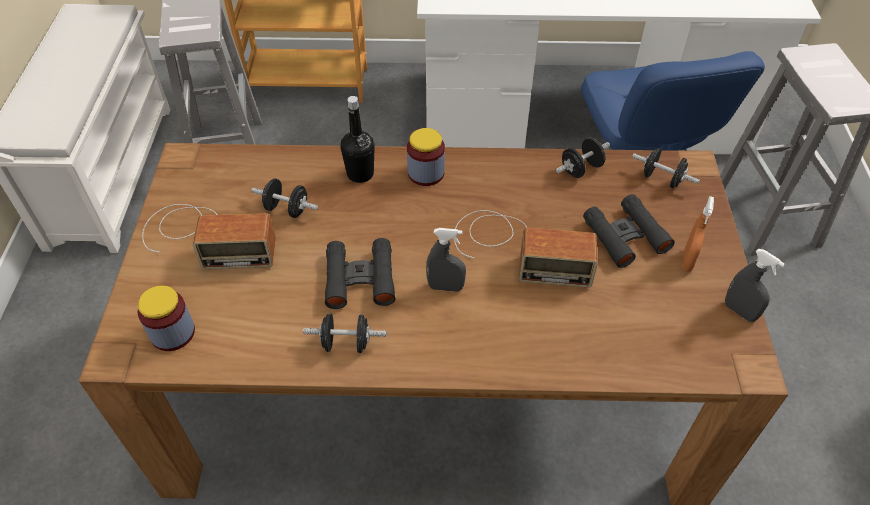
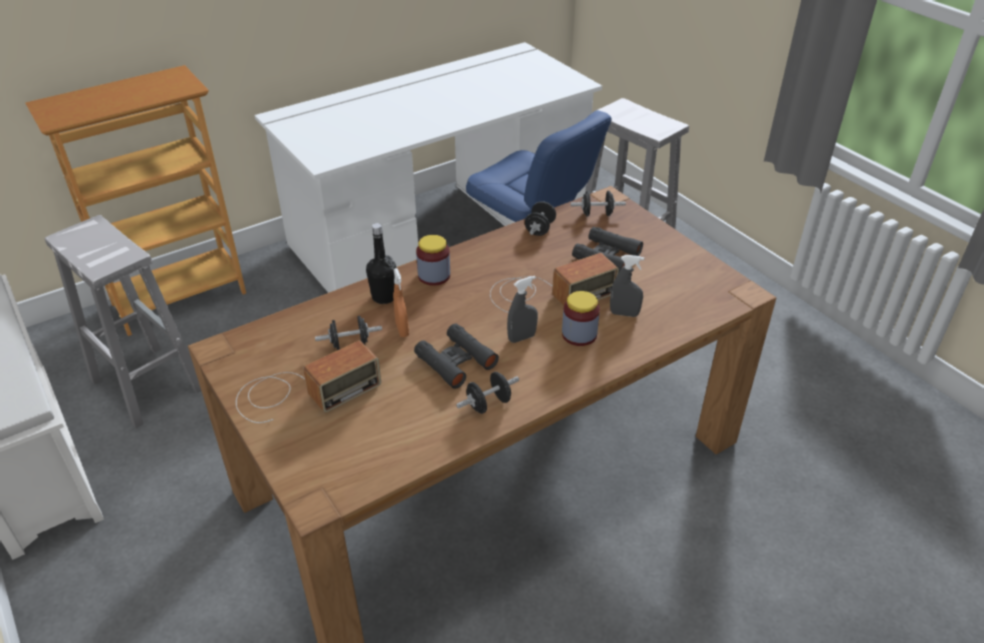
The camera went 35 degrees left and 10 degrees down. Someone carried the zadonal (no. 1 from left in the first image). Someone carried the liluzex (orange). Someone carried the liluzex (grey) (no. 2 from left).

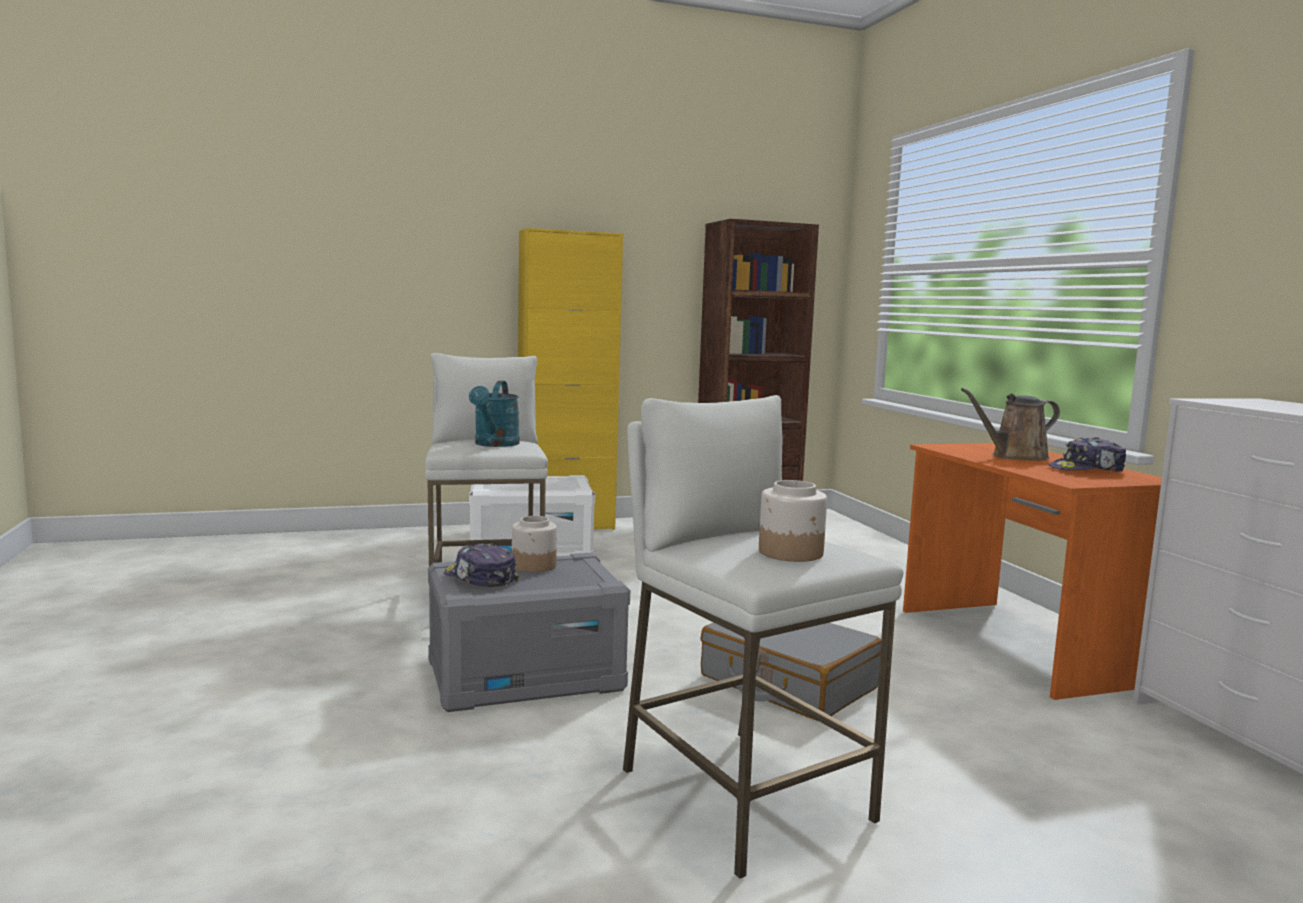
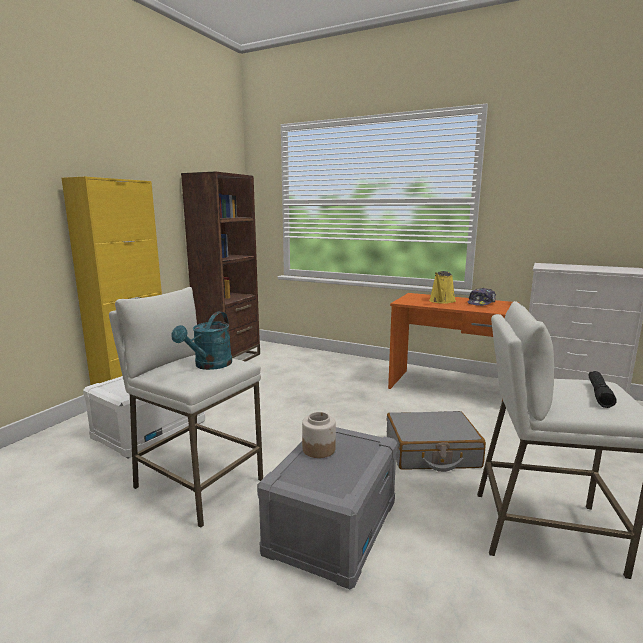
The camera went 45 degrees left and 5 degrees up. Someone took away the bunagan (no. 1 from left). Someone swapped the zadonal (no. 2 from left) for the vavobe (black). Someone repainted the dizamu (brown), which became the dizamu (yellow). Someone rotated the dizamu (turquoise) by 60 degrees clockwise.

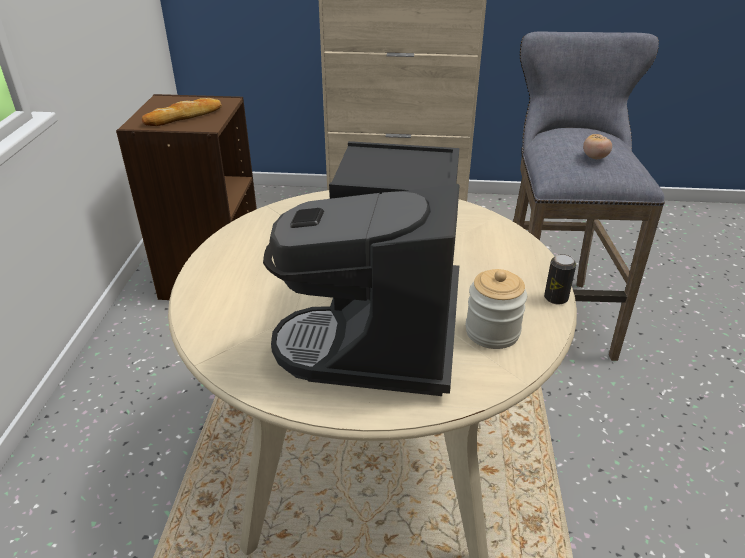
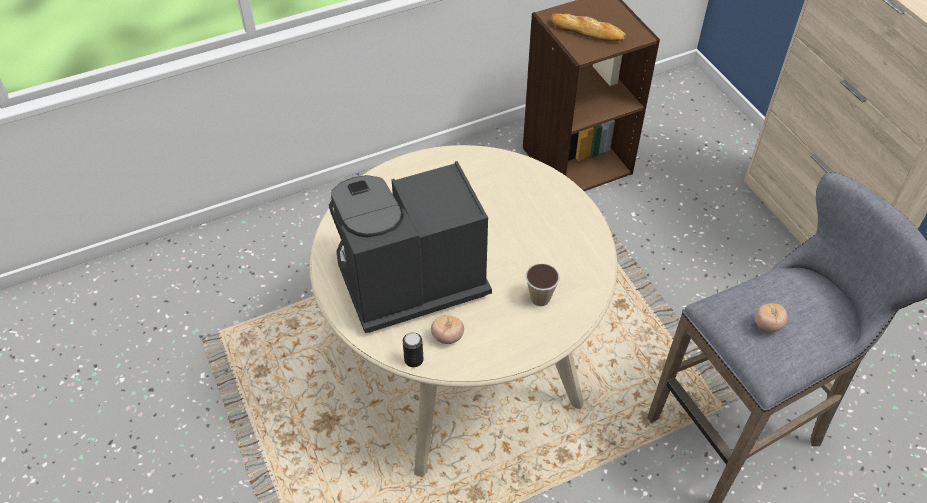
The camera went 60 degrees right and 15 degrees up. Someone put down the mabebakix. Someone carried the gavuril. Someone swapped the zadonal for the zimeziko (no. 1 from left).

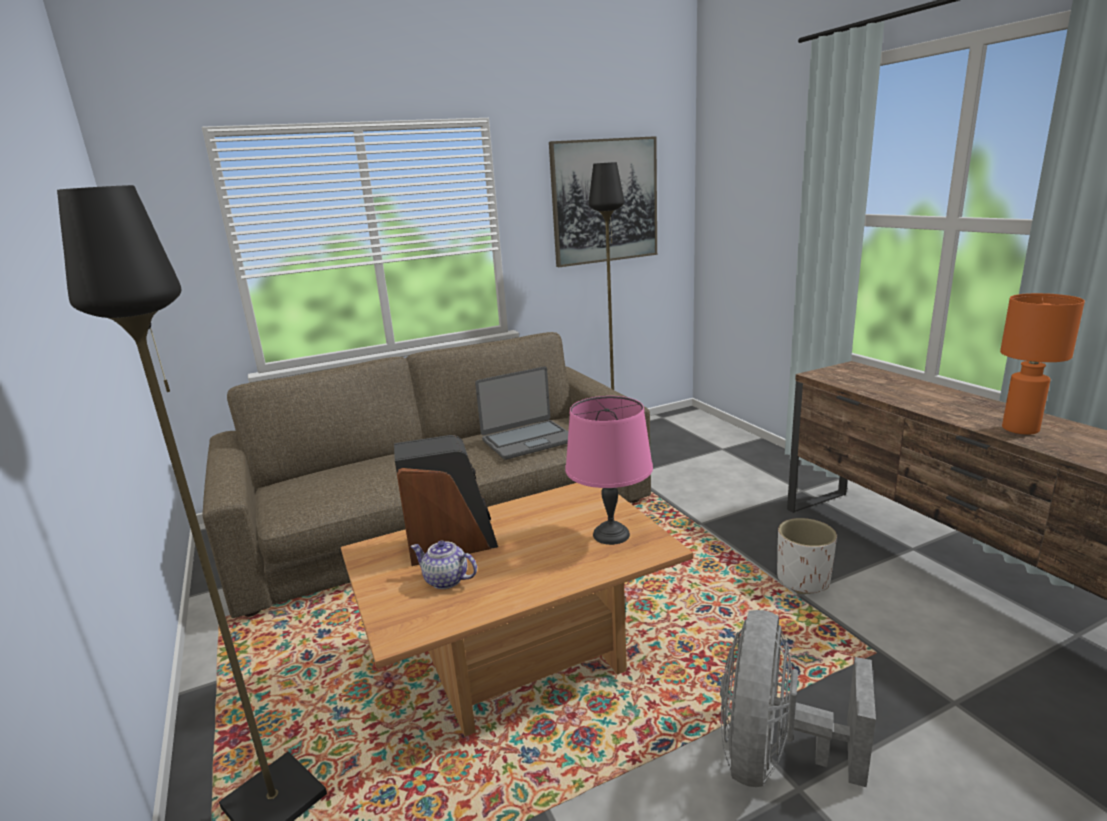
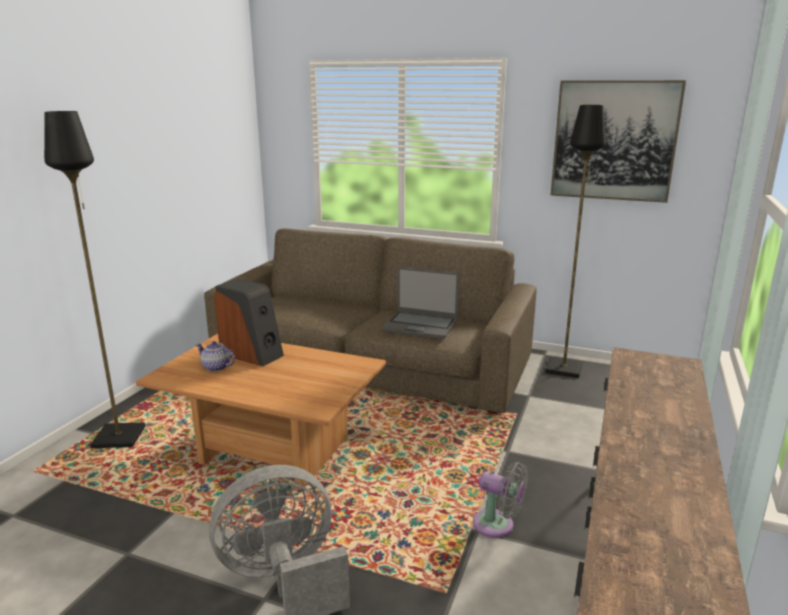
The camera went 45 degrees right and 0 degrees up. Someone took away the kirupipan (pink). Someone took away the kirupipan (orange). Someone swapped the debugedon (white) for the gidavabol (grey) (no. 2 from left). Someone rotated the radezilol by 45 degrees counterclockwise.

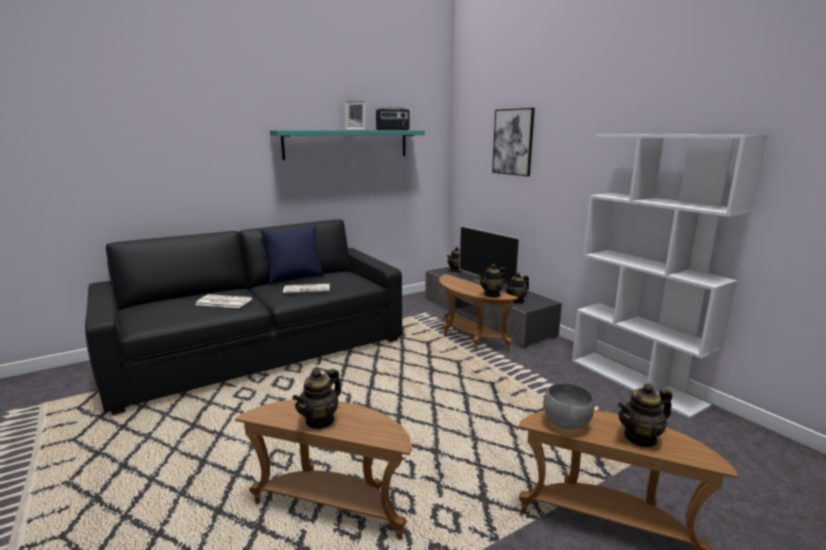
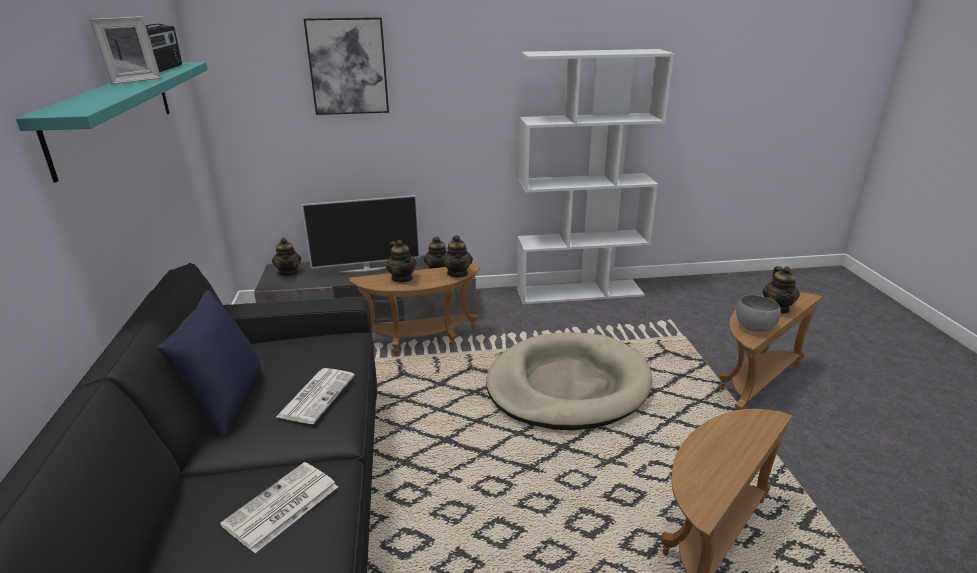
The camera went 65 degrees left and 10 degrees up. Someone put down the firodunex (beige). Someone carried the radezilol (no. 1 from left in the first image).

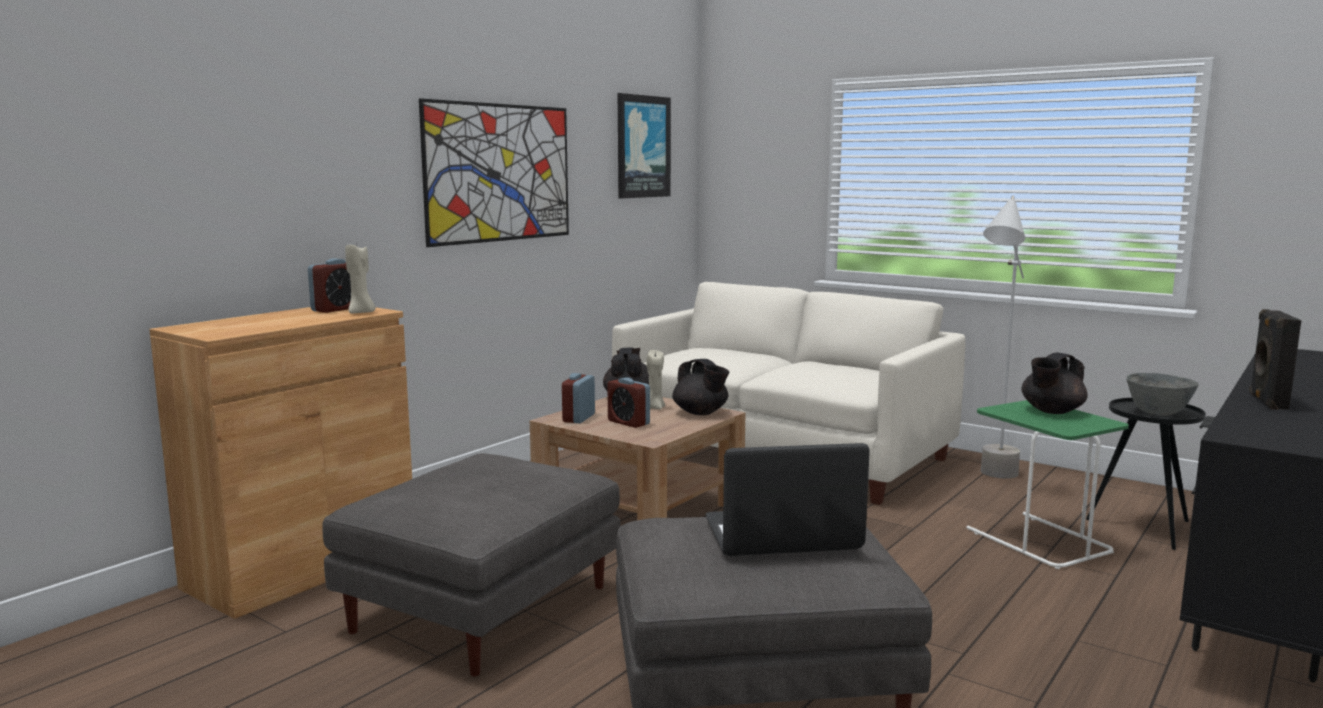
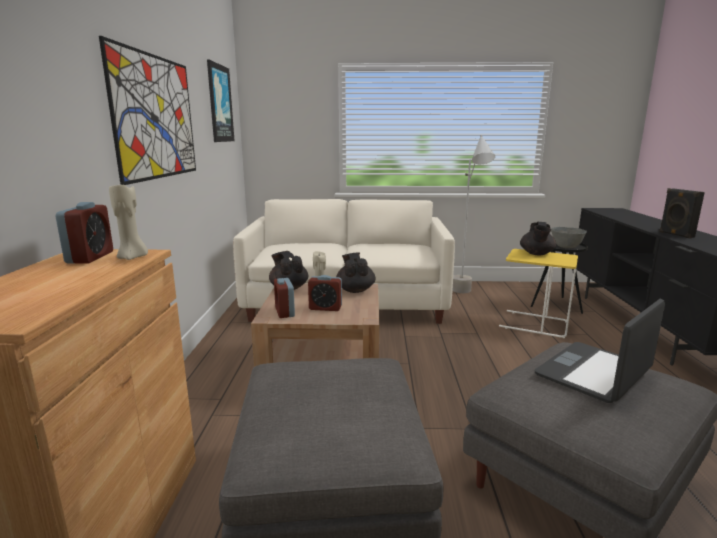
The camera went 35 degrees left and 5 degrees up. Someone repainted the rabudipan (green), which became the rabudipan (yellow). Someone rotated the radezilol (black) (no. 2 from left) by 120 degrees counterclockwise.

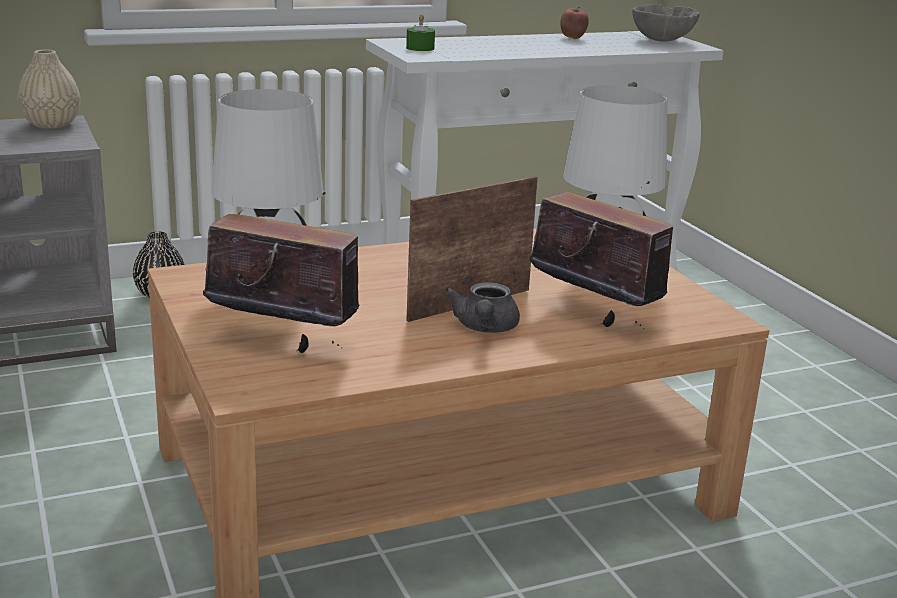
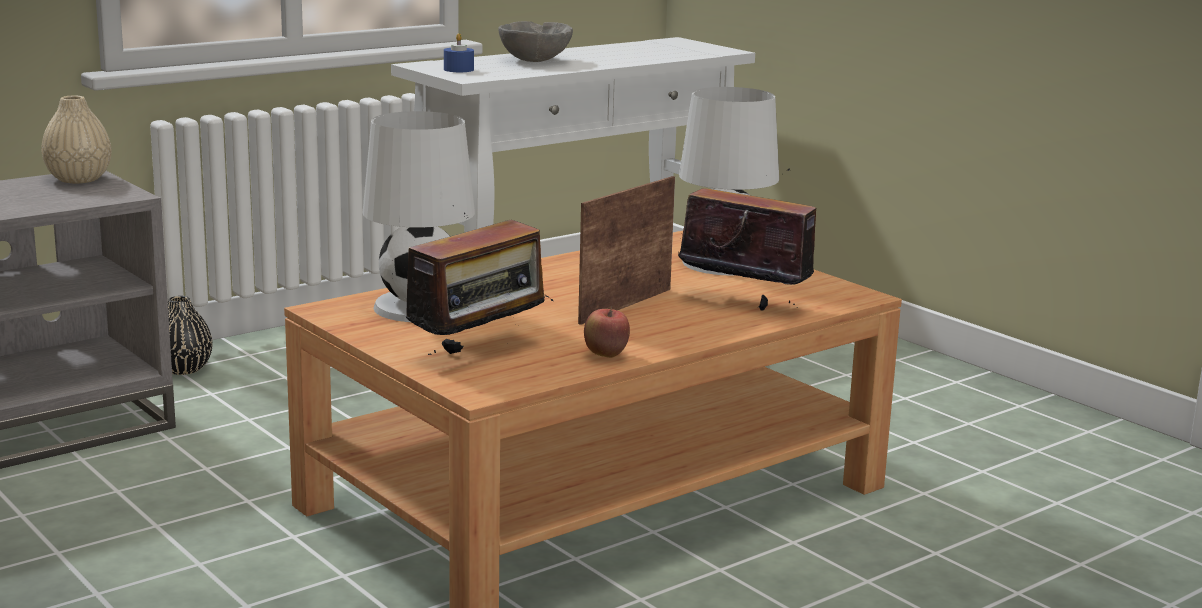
The camera went 15 degrees left and 5 degrees down. Someone took away the radezilol (grey). Someone carried the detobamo. Someone carried the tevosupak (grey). Someone repainted the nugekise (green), which became the nugekise (blue). Someone rotated the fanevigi (no. 1 from left) by 135 degrees clockwise.

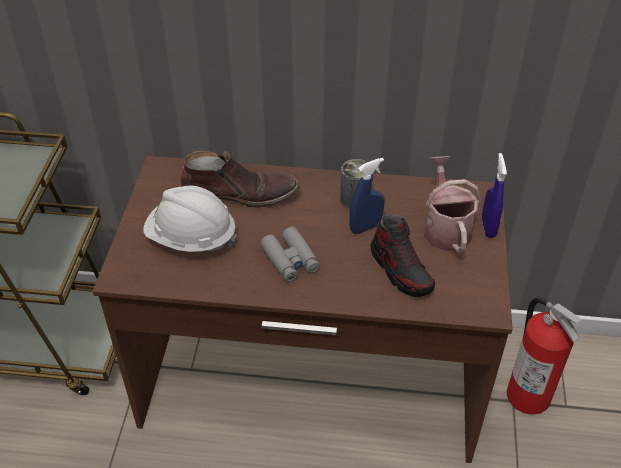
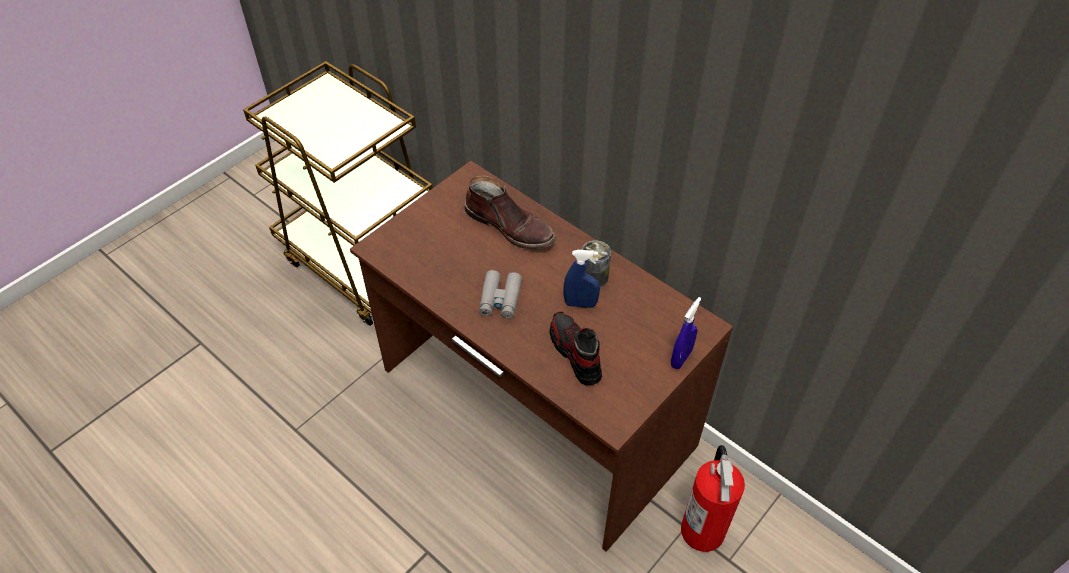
The camera went 35 degrees right and 5 degrees up. Someone took away the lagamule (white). Someone took away the dizamu. Someone rotated the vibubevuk by 150 degrees clockwise.

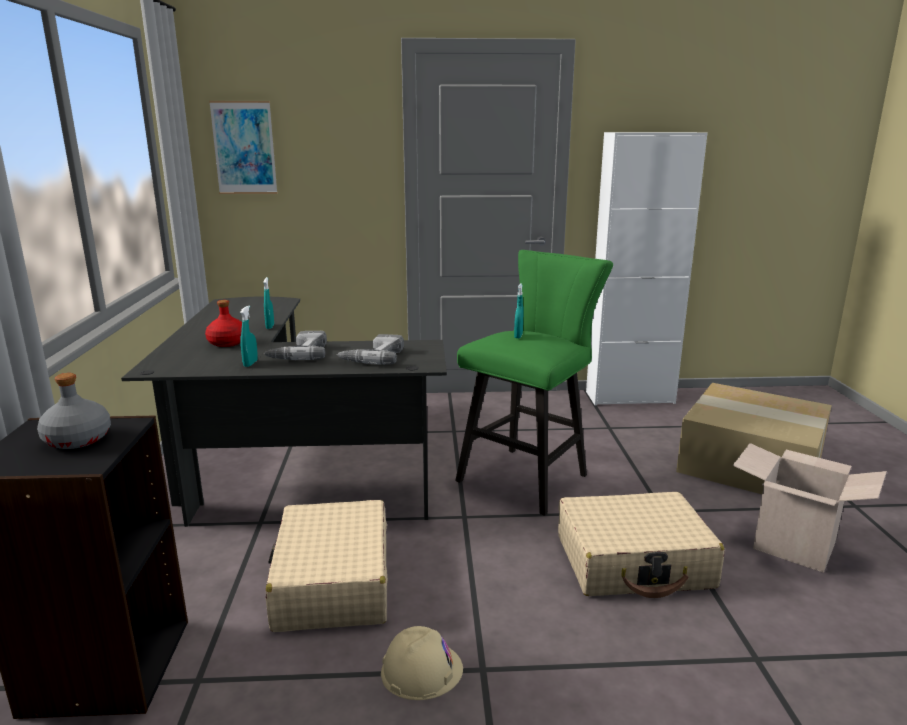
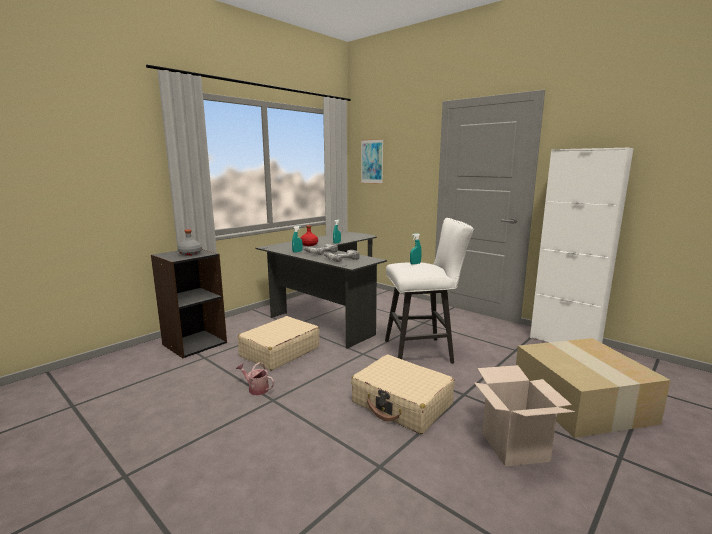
The camera went 45 degrees right and 5 degrees down. Someone swapped the lagamule (beige) for the dizamu. Someone repainted the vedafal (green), which became the vedafal (white).

